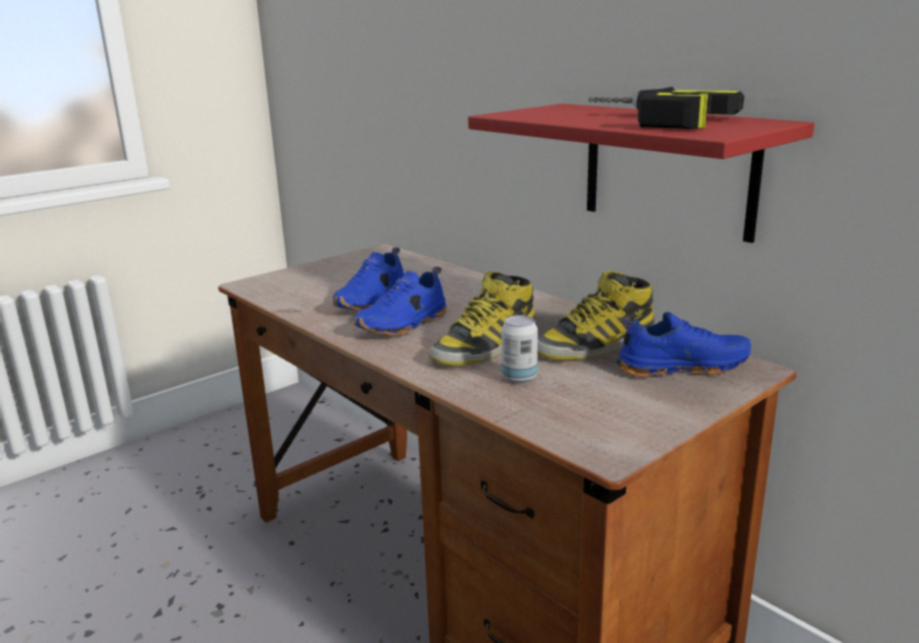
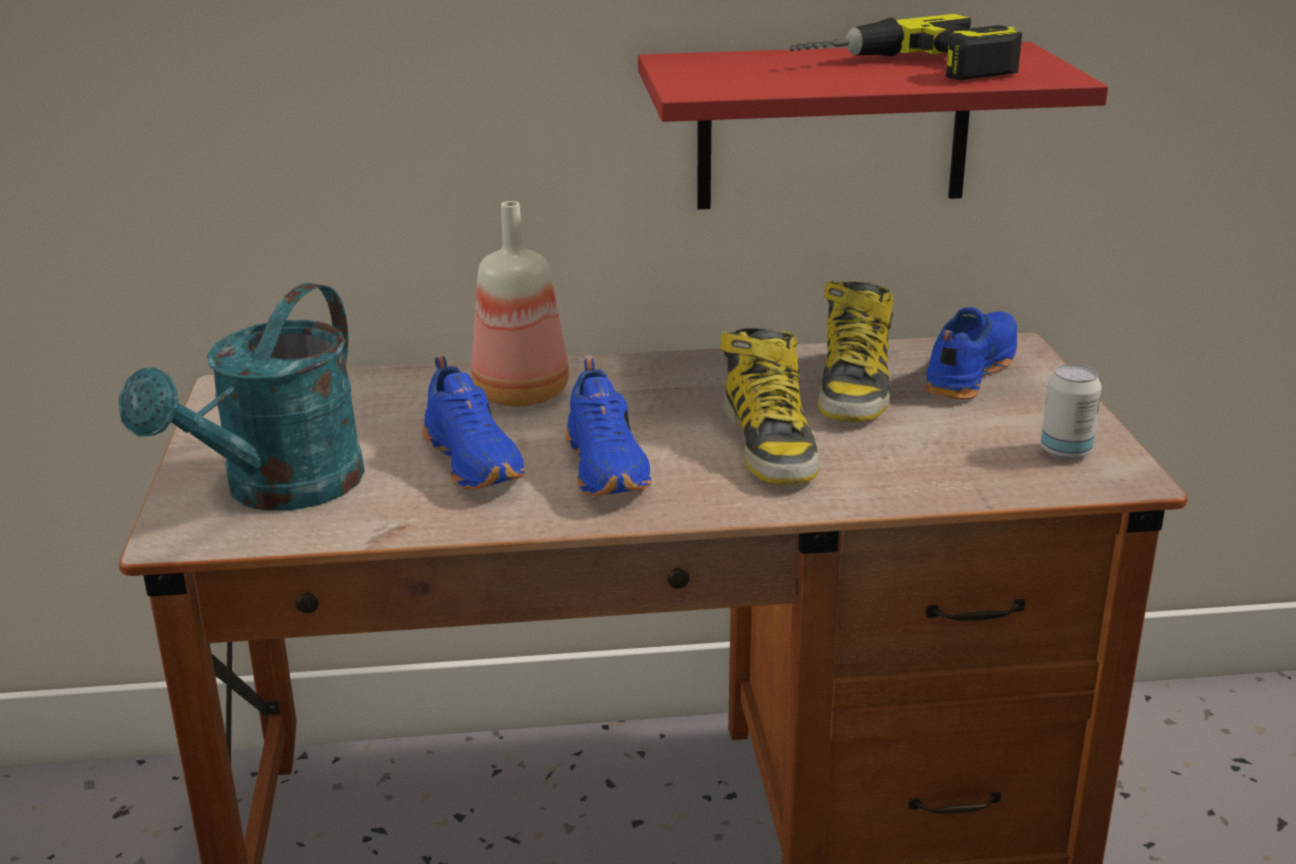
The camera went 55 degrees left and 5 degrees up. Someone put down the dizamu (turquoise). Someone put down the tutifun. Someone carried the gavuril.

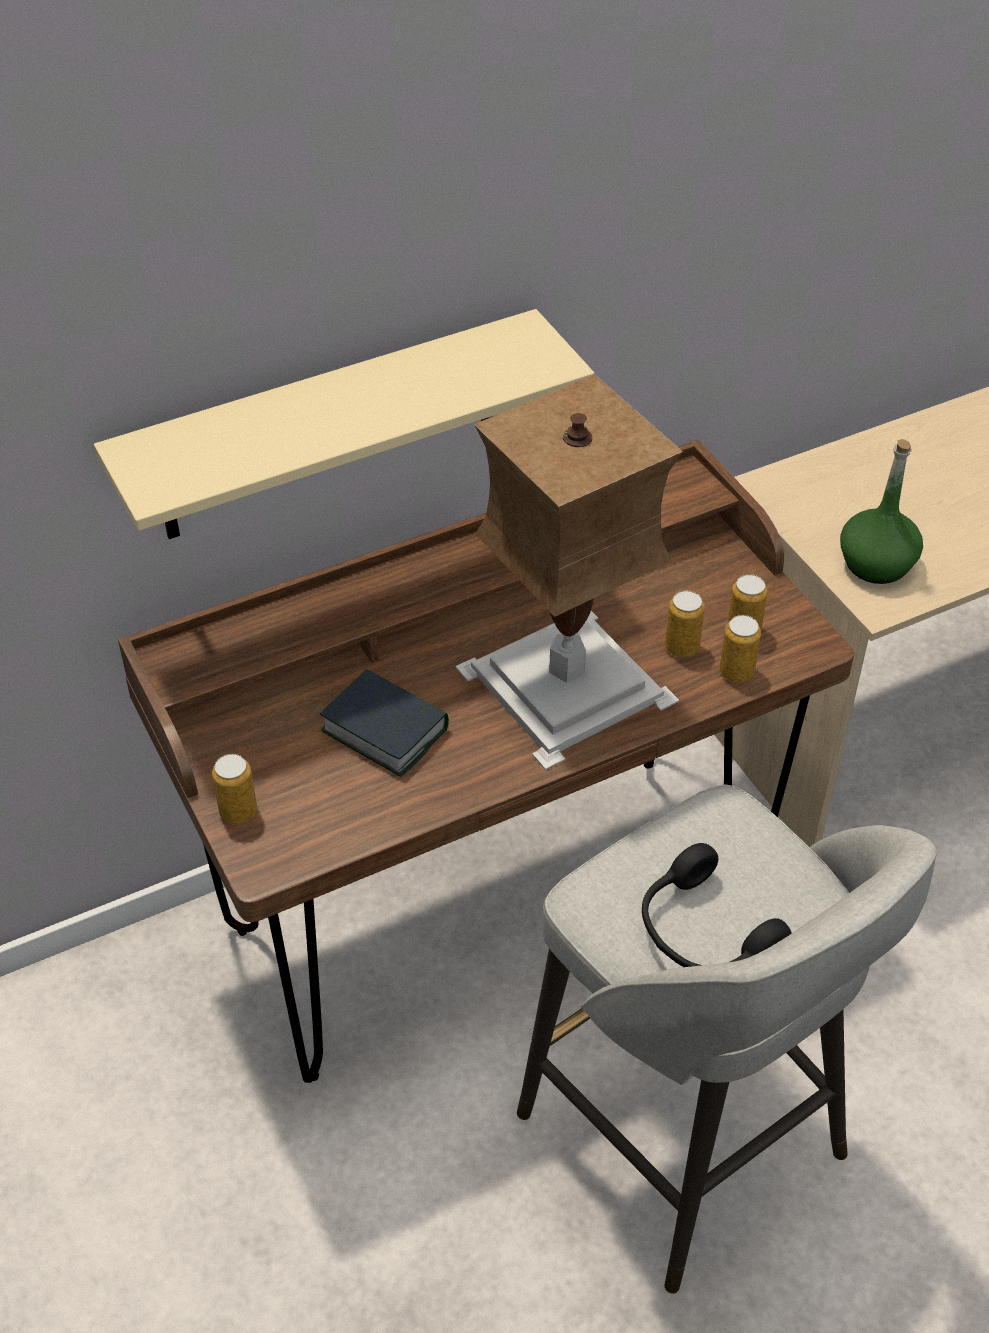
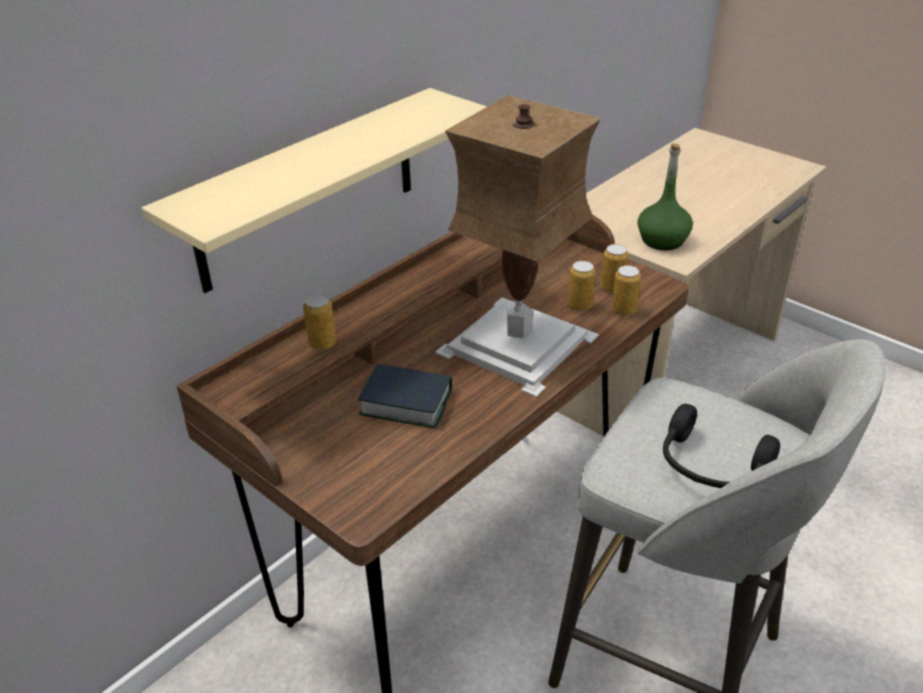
The camera went 20 degrees left and 10 degrees down. Someone carried the gavuril (no. 1 from left).

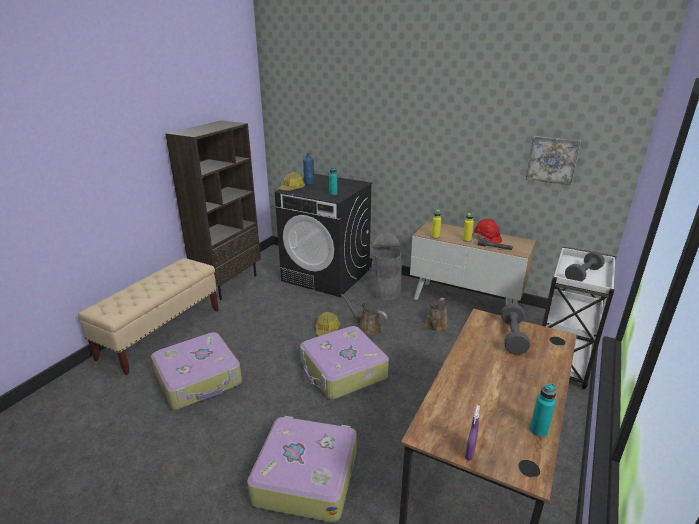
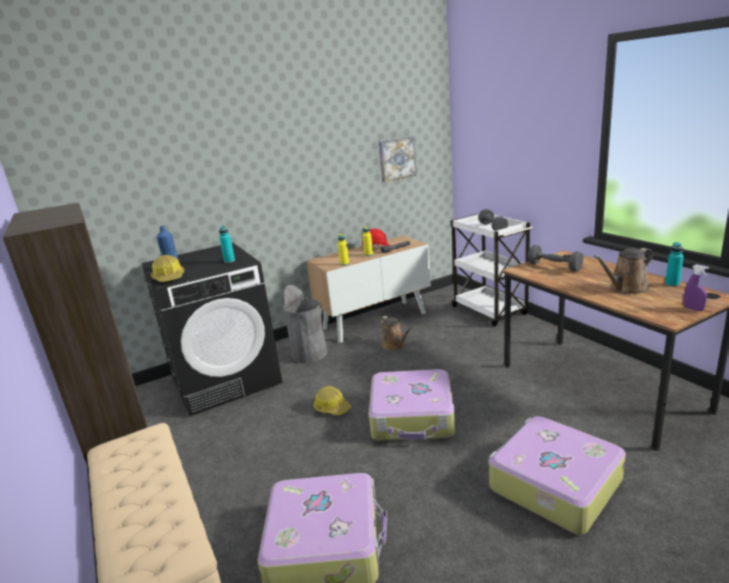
The camera went 55 degrees left and 5 degrees down. Someone carried the dizamu (brown) (no. 1 from left in the first image).

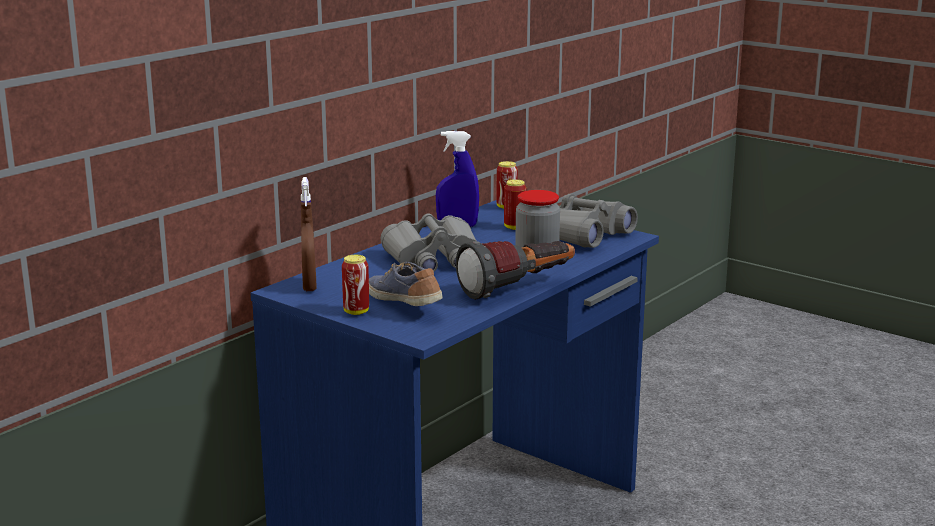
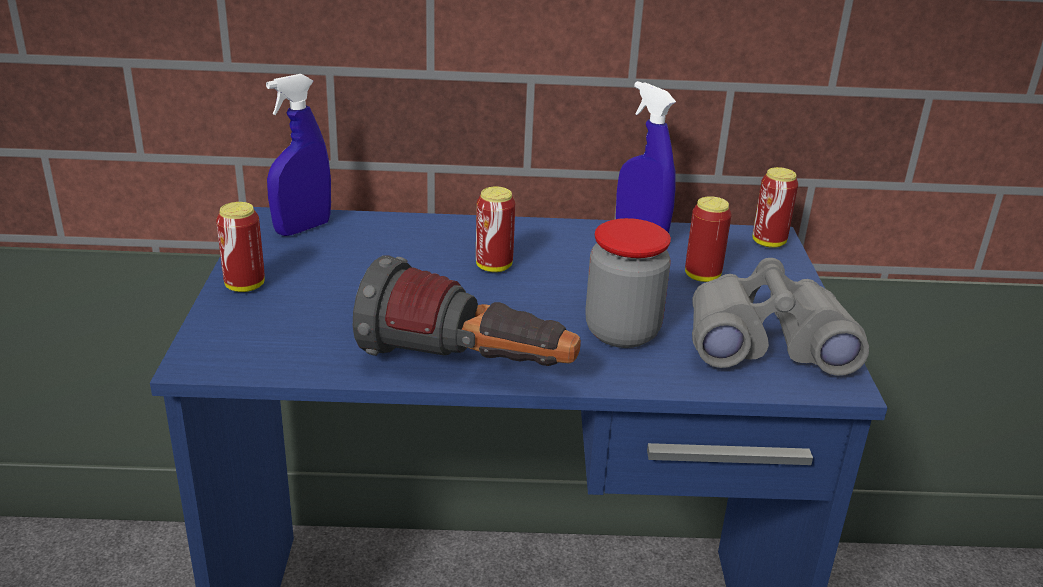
The camera went 50 degrees right and 10 degrees up. Someone took away the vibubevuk. Someone swapped the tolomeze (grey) (no. 1 from left) for the gavuril (no. 2 from left). Someone repainted the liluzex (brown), which became the liluzex (blue) (no. 1 from left).

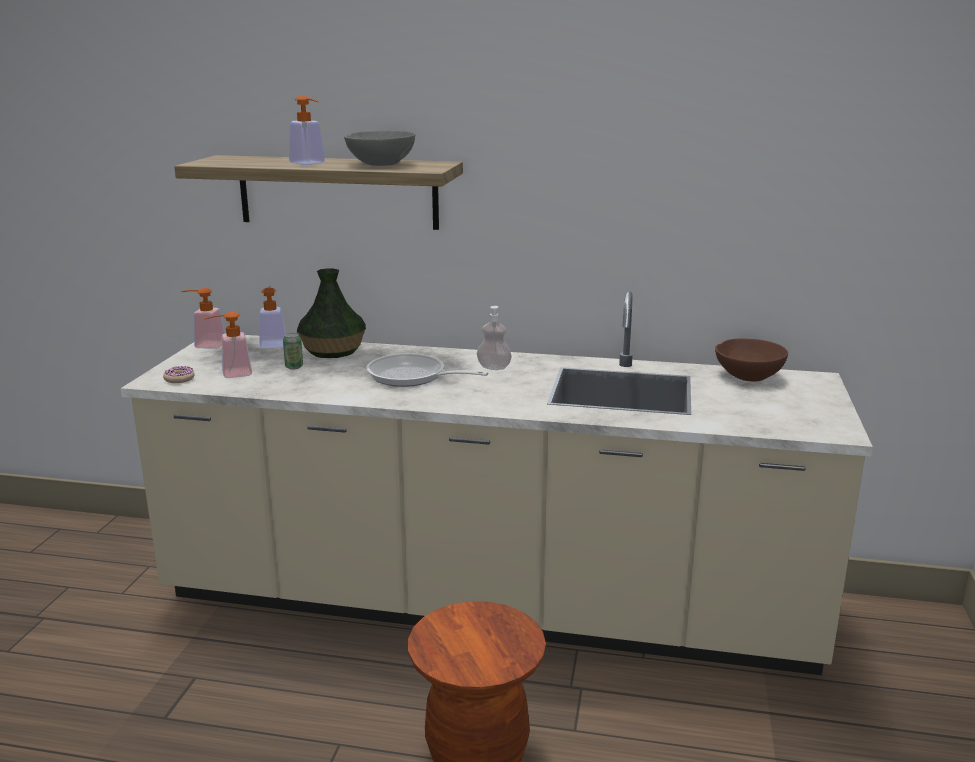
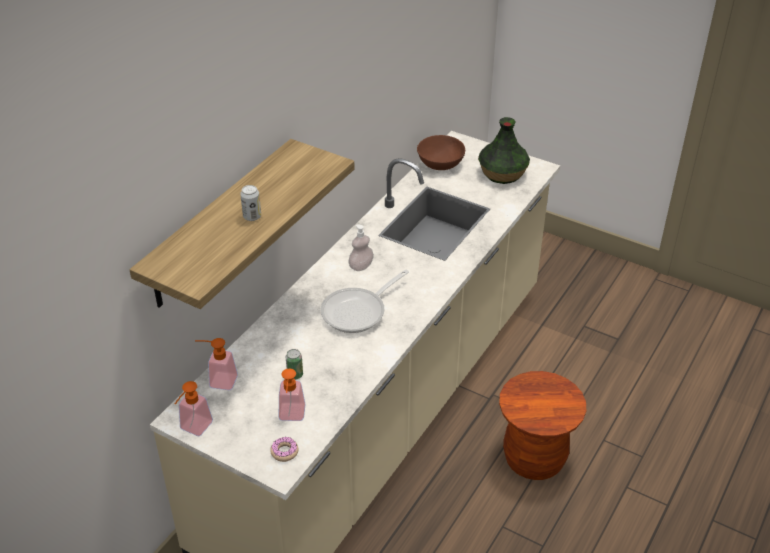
The camera went 70 degrees left and 20 degrees up. Someone took away the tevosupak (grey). Someone carried the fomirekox. Someone swapped the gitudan (no. 4 from left) for the gavuril (no. 1 from left).

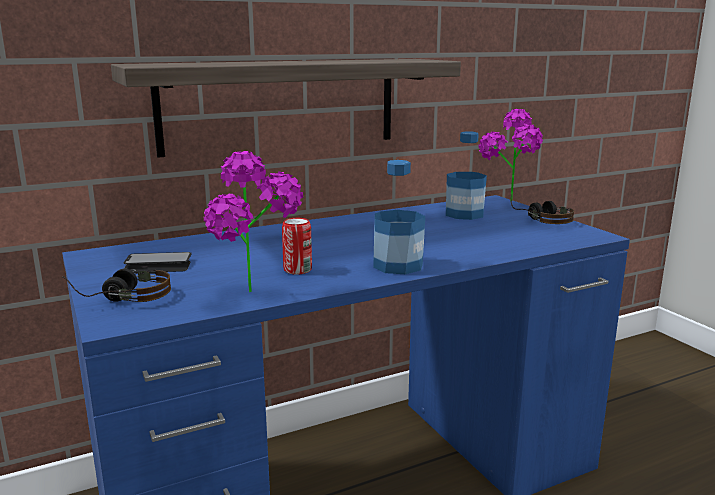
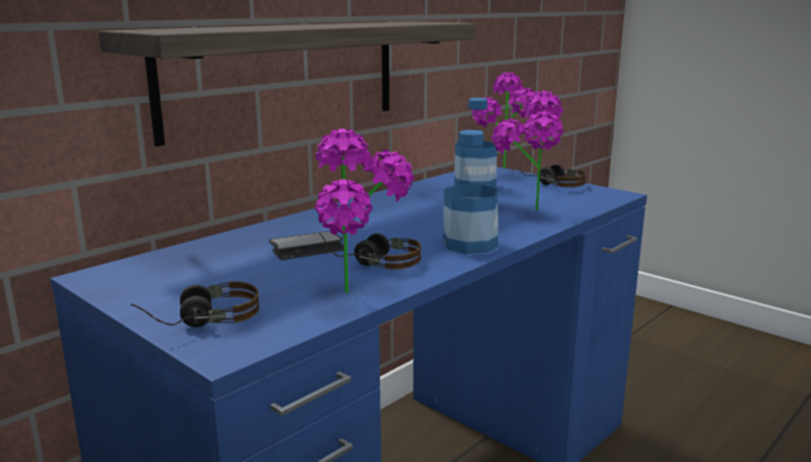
The camera went 20 degrees left and 0 degrees up. Someone put down the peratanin (no. 3 from left). Someone carried the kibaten. Someone swapped the gavuril for the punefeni (no. 2 from left).

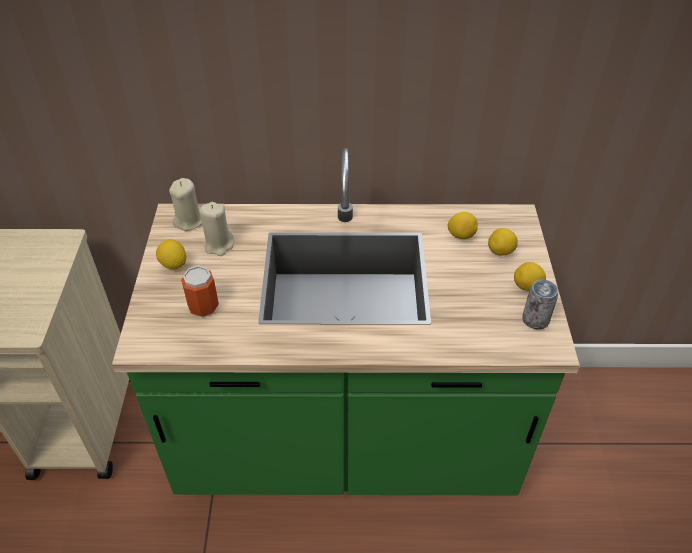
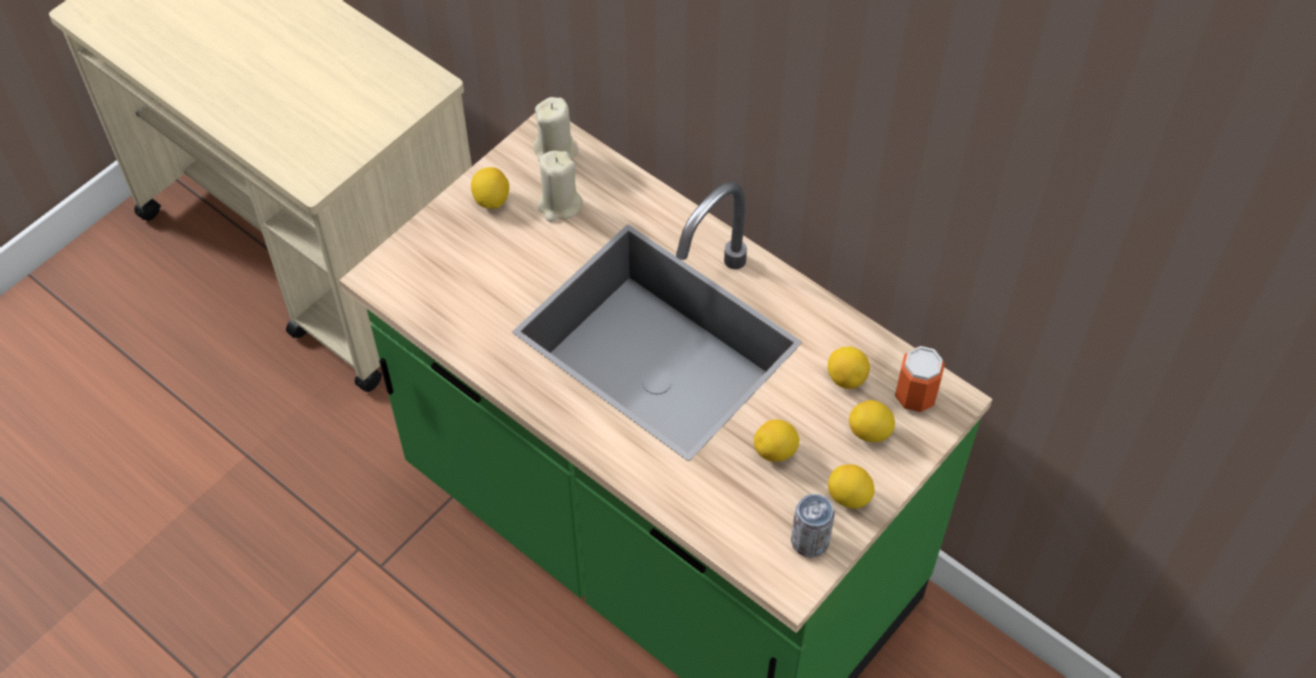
The camera went 40 degrees right and 10 degrees up. Someone put down the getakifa (no. 2 from left). Someone carried the gavuril (no. 1 from left in the first image).

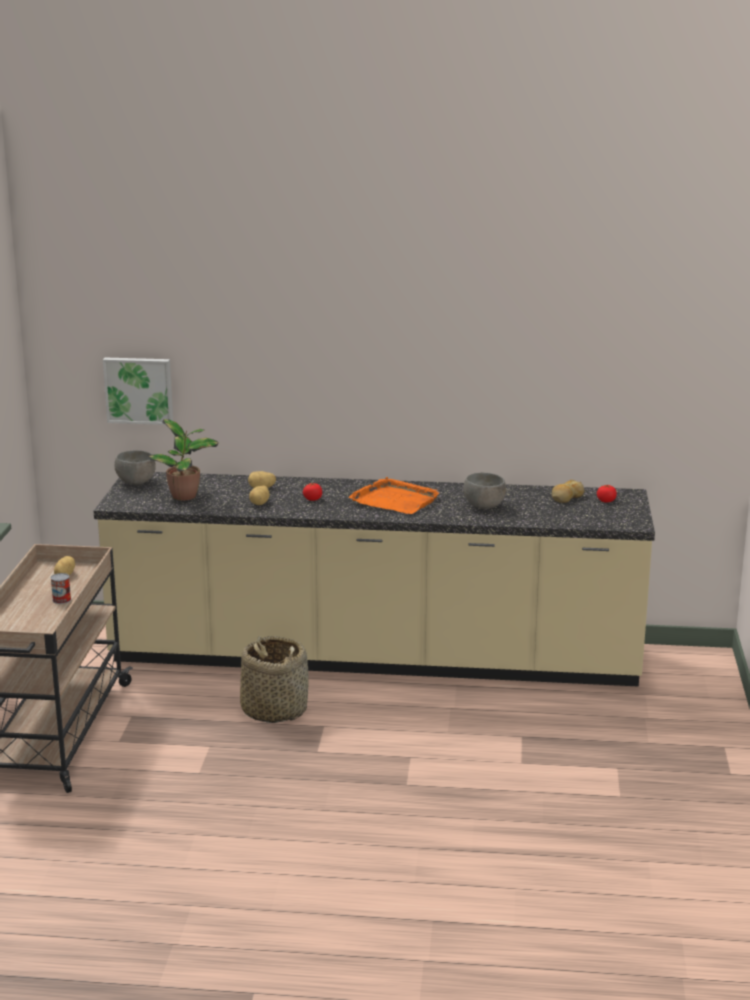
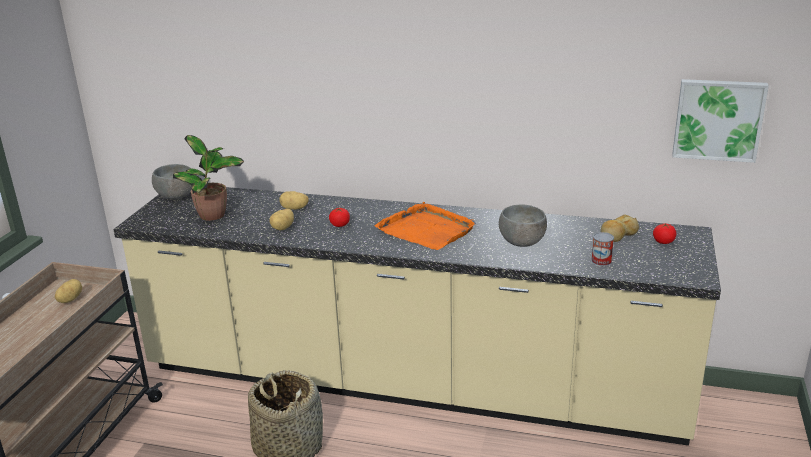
The camera went 10 degrees right and 5 degrees up. Someone carried the gavuril. Someone carried the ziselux.

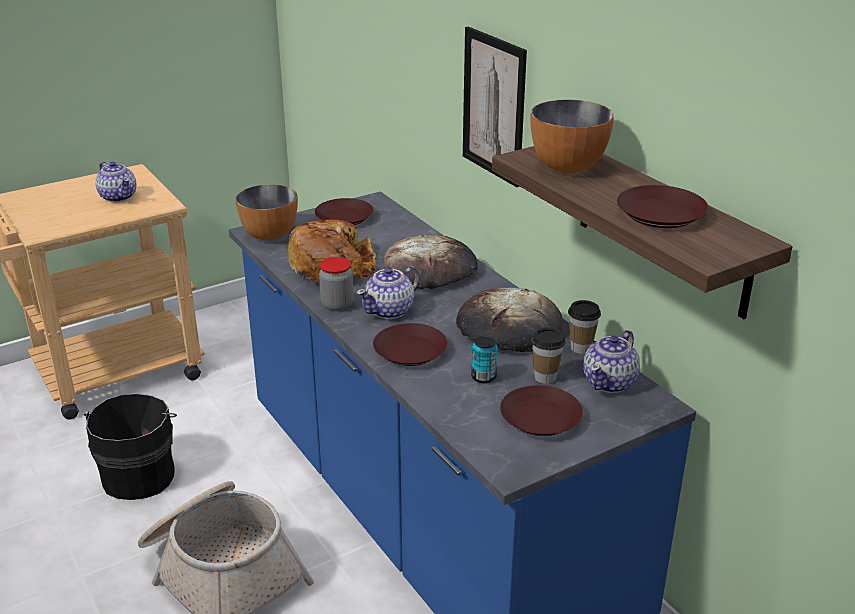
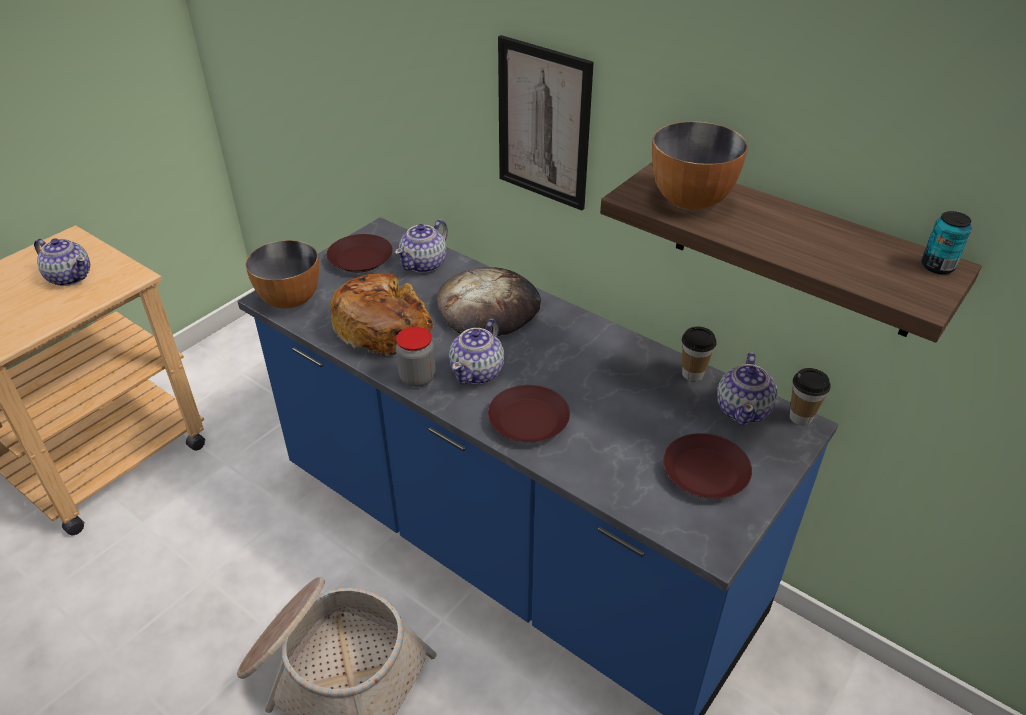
The camera went 20 degrees left and 10 degrees up. Someone took away the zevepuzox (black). Someone took away the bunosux (no. 3 from left). Someone took away the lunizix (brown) (no. 4 from left). Someone put down the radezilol (no. 2 from left). Someone carried the gavuril. Someone carried the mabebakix (no. 1 from left in the first image).

